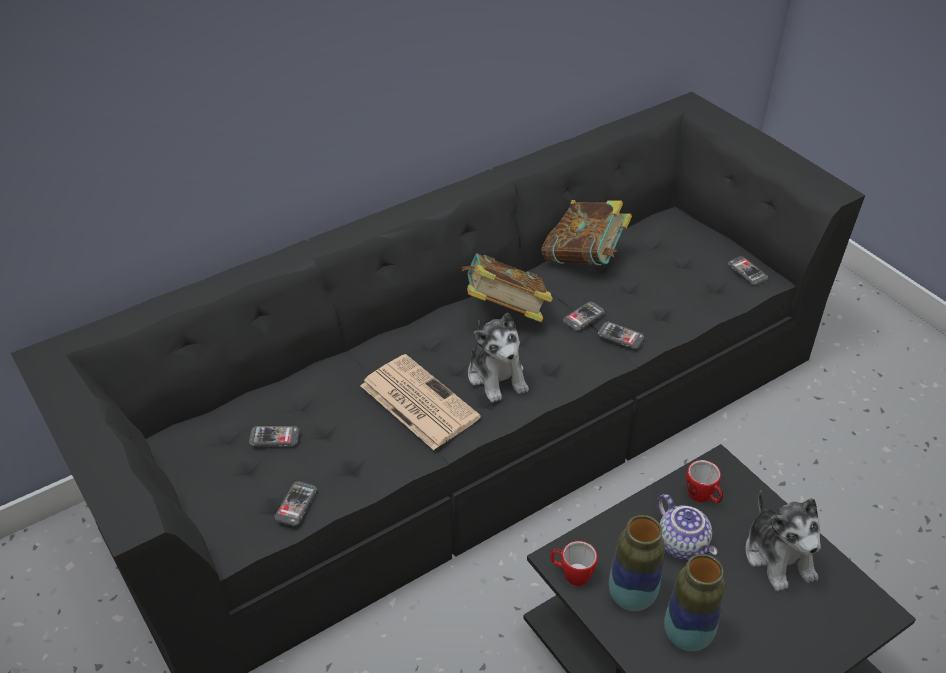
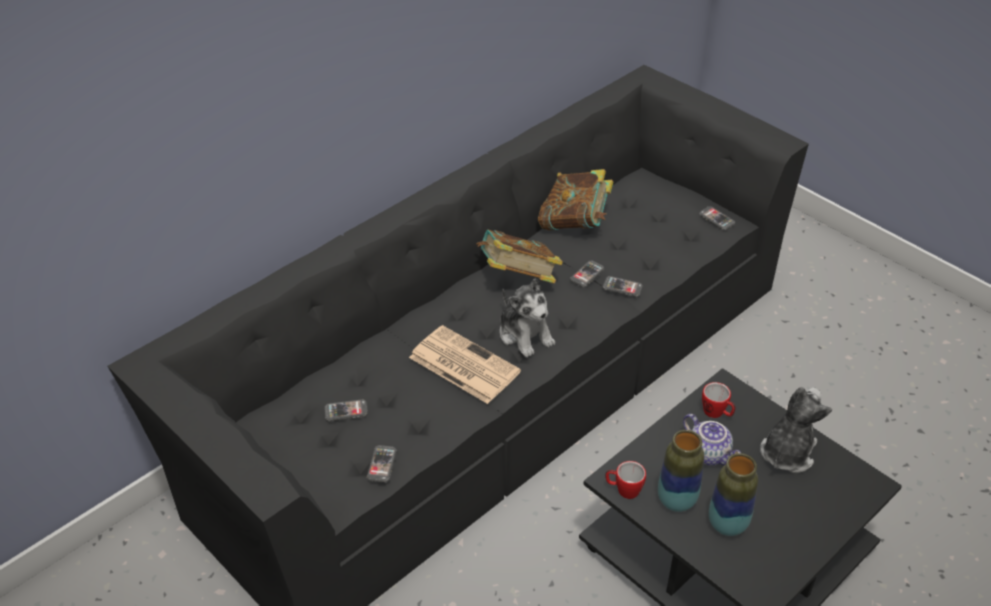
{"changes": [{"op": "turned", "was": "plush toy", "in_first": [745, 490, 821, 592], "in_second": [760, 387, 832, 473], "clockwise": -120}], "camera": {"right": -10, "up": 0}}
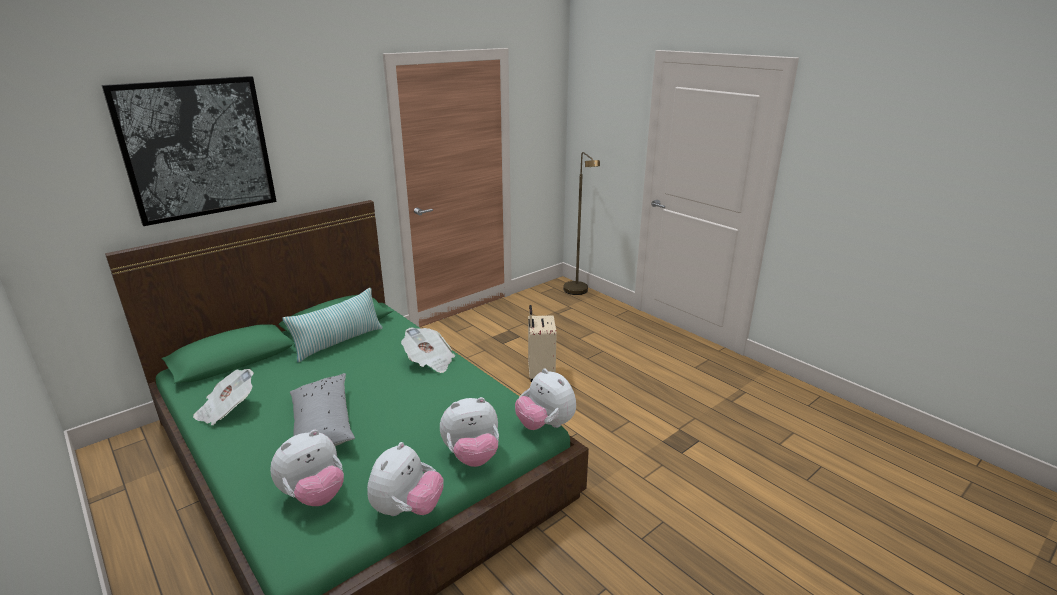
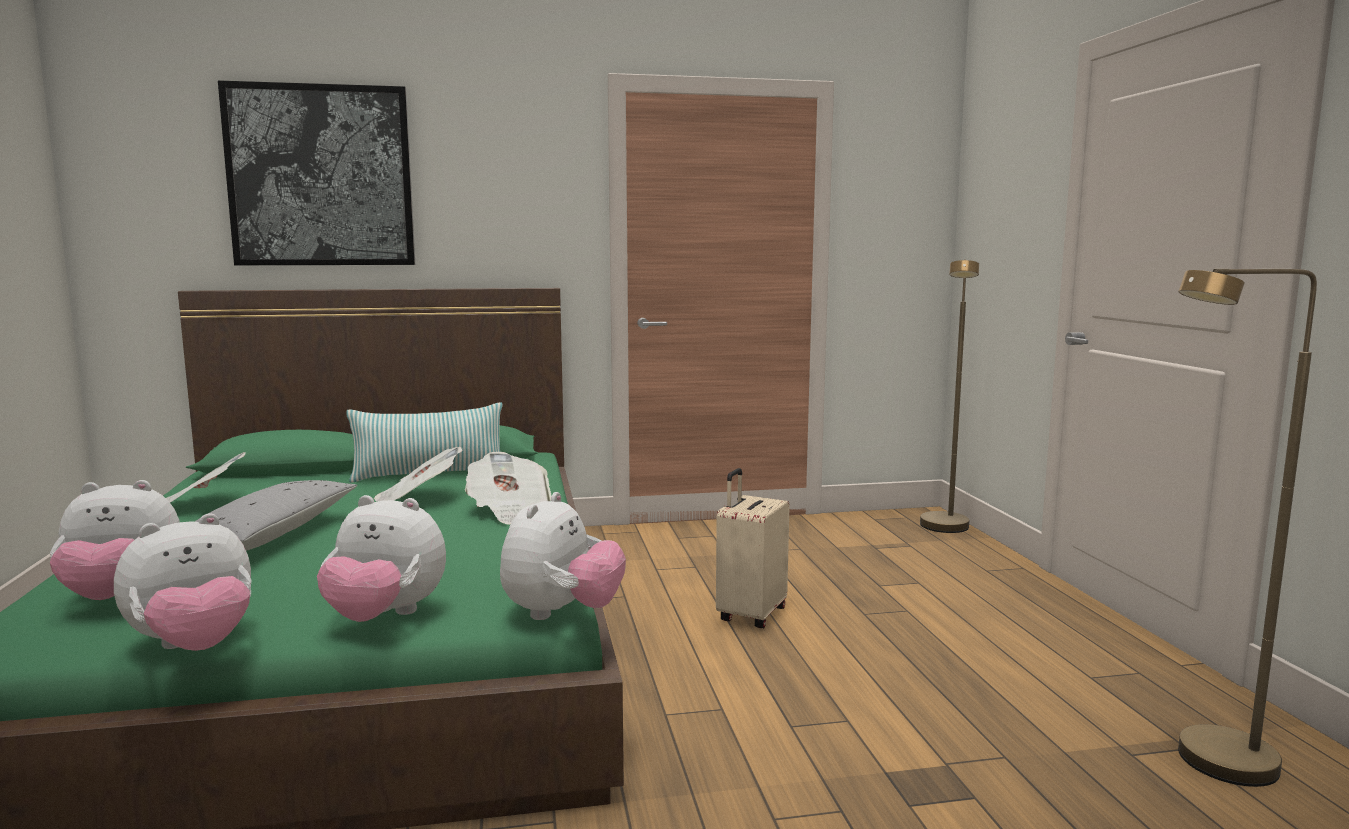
{"changes": [{"op": "added", "now": "newspaper", "in_second": [374, 447, 462, 502]}, {"op": "turned", "was": "plush toy", "in_first": [515, 368, 576, 430], "in_second": [500, 492, 626, 620], "clockwise": -150}, {"op": "added", "now": "brown floor lamp", "in_second": [1178, 269, 1317, 787]}], "camera": {"right": 30, "up": -15}}
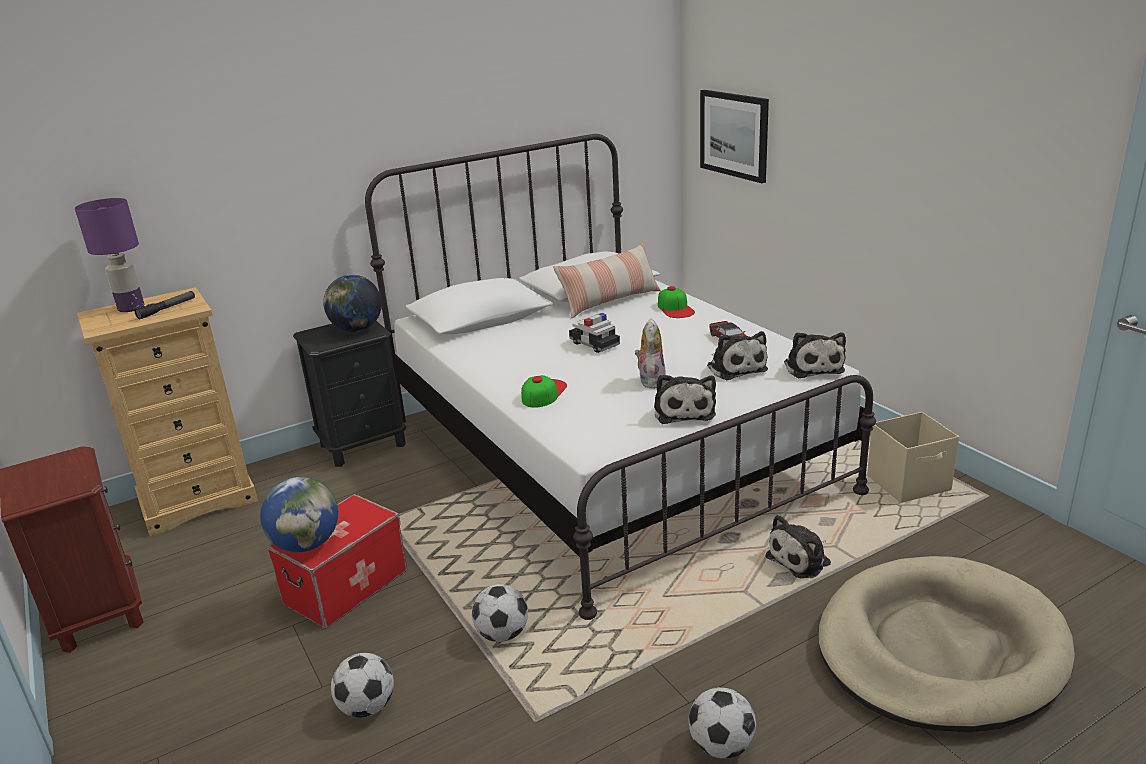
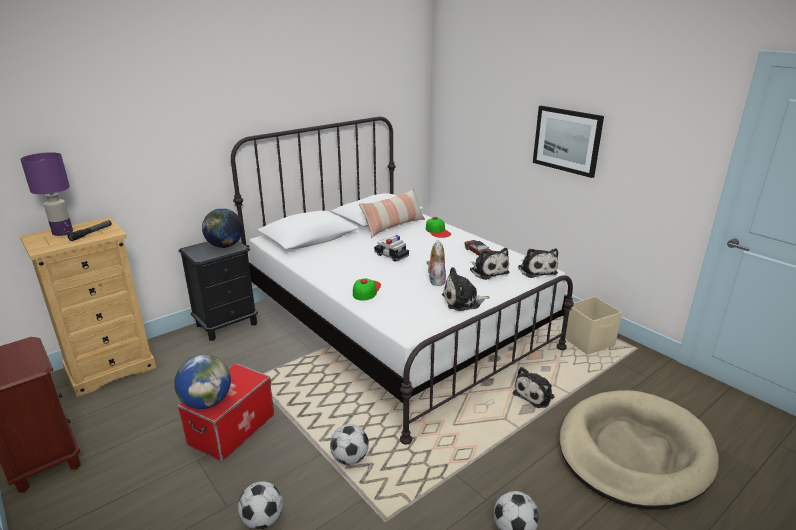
{"changes": [{"op": "turned", "was": "plush toy", "in_first": [654, 374, 716, 424], "in_second": [442, 267, 490, 311], "clockwise": 90}, {"op": "moved", "was": "picture", "in_first": [700, 90, 769, 183], "in_second": [533, 106, 604, 178]}], "camera": {"right": -10, "up": 0}}
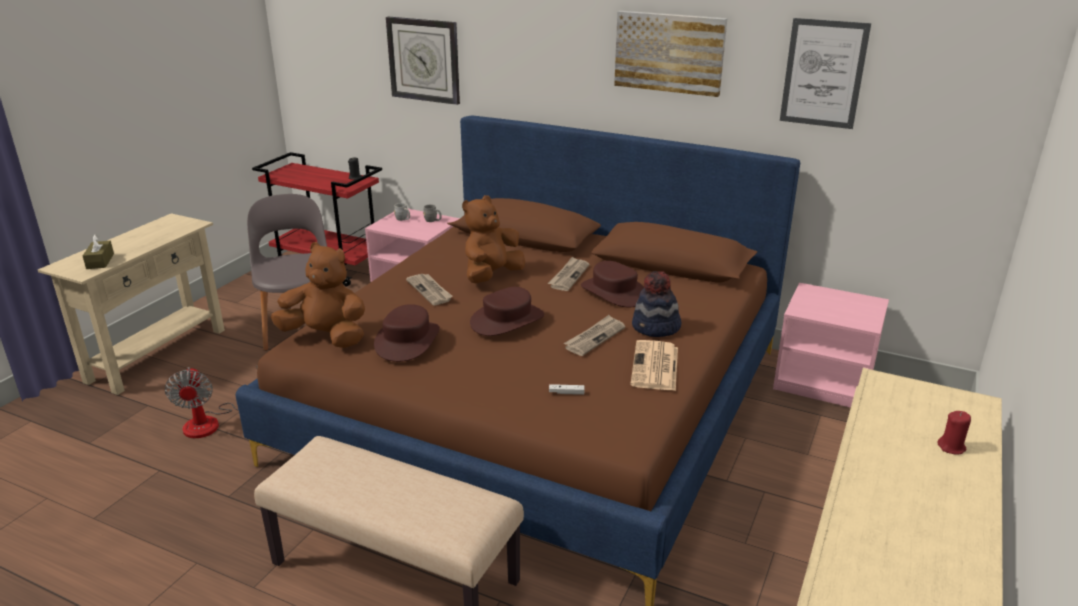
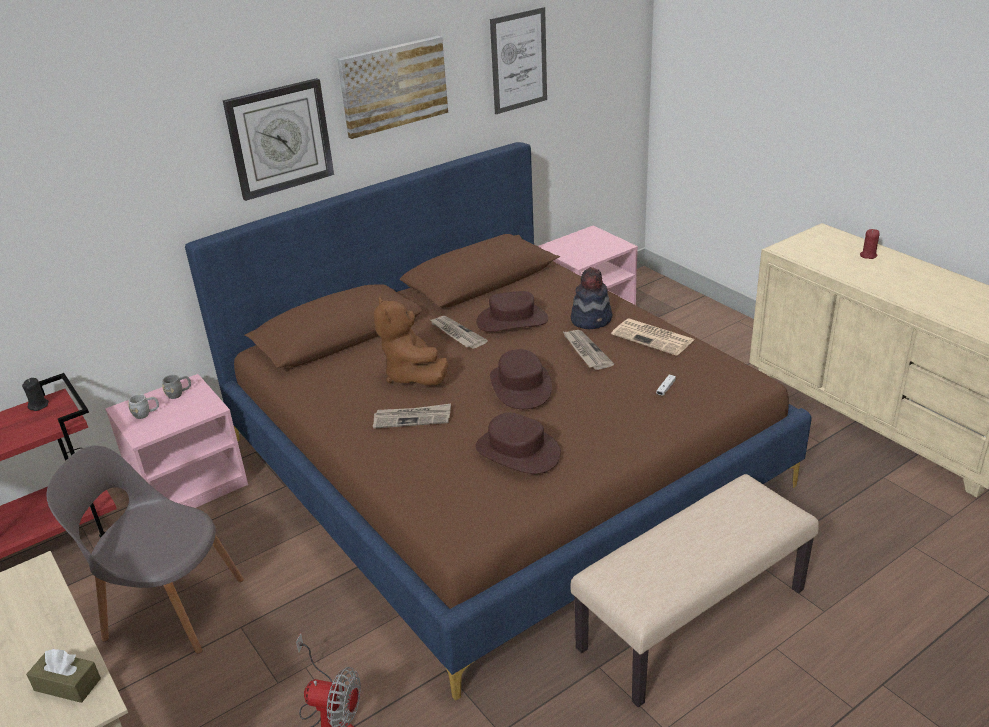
{"changes": [{"op": "moved", "was": "wall clock", "in_first": [386, 16, 460, 105], "in_second": [223, 78, 334, 201]}, {"op": "removed", "was": "brown plush toy", "in_first": [271, 242, 365, 348]}], "camera": {"right": -60, "up": 5}}
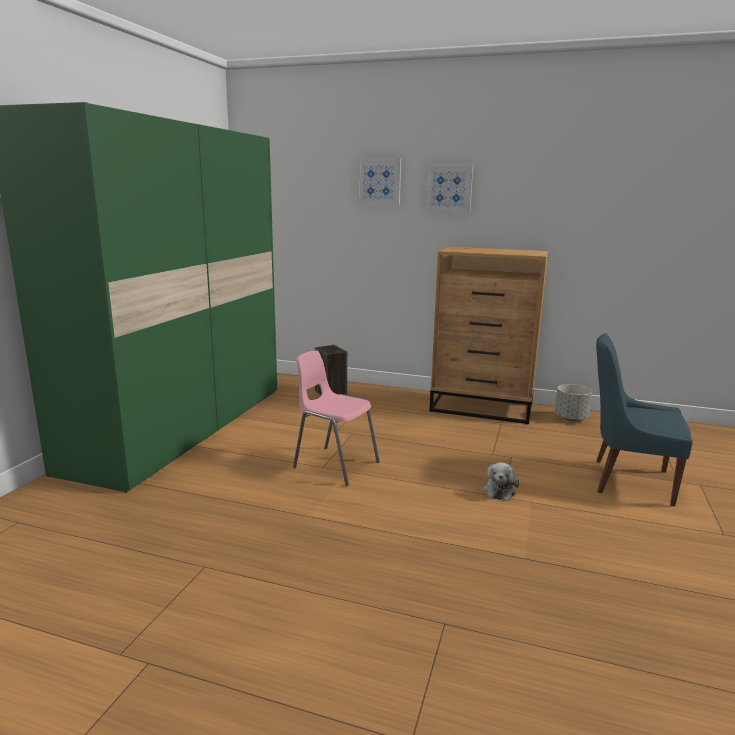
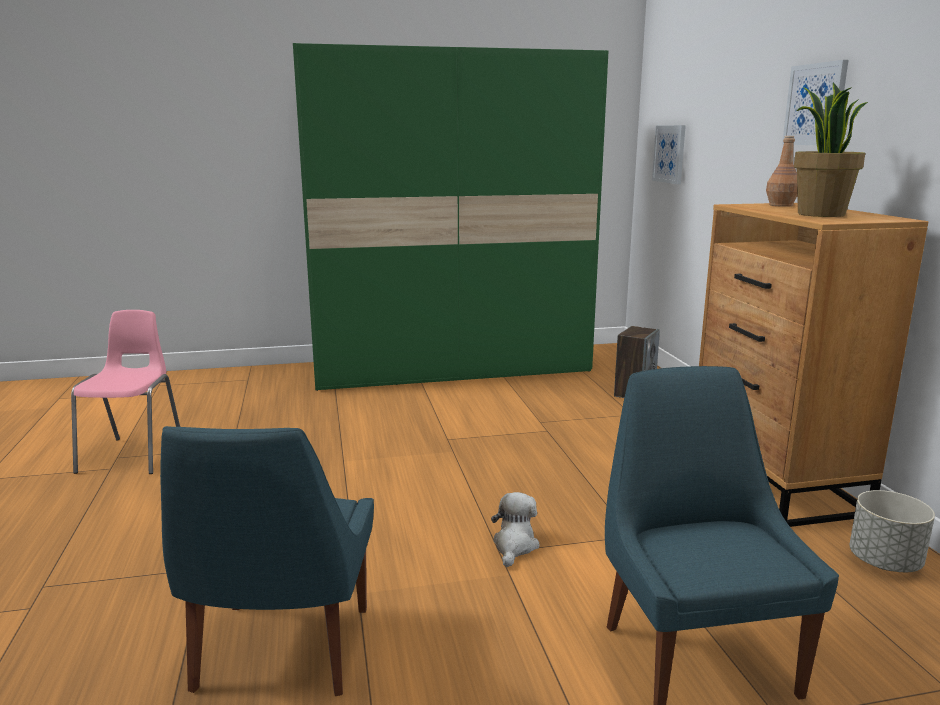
{"changes": [{"op": "moved", "was": "pink chair", "in_first": [293, 350, 380, 486], "in_second": [71, 310, 180, 474]}, {"op": "added", "now": "blue chair", "in_second": [160, 426, 374, 696]}, {"op": "turned", "was": "plush toy", "in_first": [483, 462, 520, 501], "in_second": [491, 492, 540, 567], "clockwise": 120}, {"op": "moved", "was": "picture", "in_first": [357, 159, 401, 206], "in_second": [652, 125, 686, 184]}, {"op": "added", "now": "brown bottle", "in_second": [766, 136, 797, 207]}, {"op": "added", "now": "potted plant", "in_second": [794, 82, 868, 217]}], "camera": {"right": 60, "up": 0}}
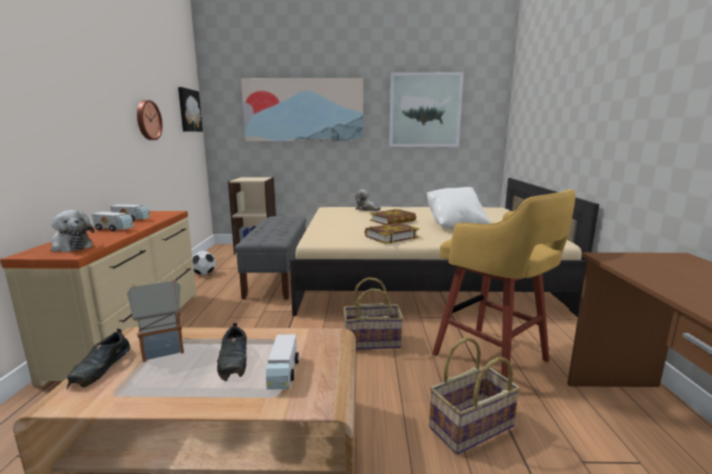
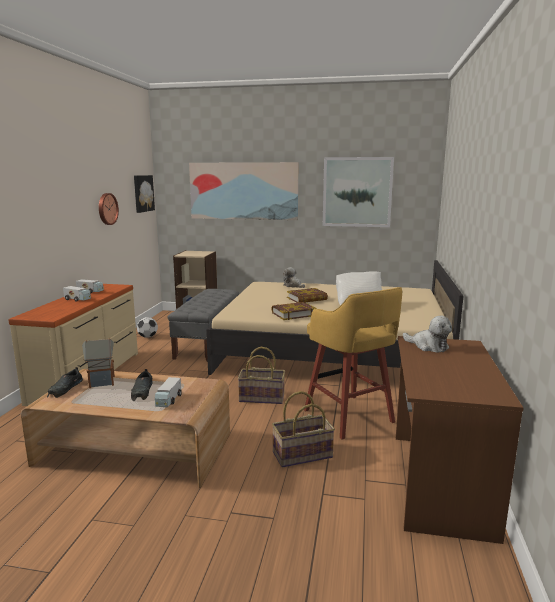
{"changes": [{"op": "moved", "was": "plush toy", "in_first": [51, 210, 94, 252], "in_second": [403, 316, 452, 353]}], "camera": {"right": 10, "up": 0}}
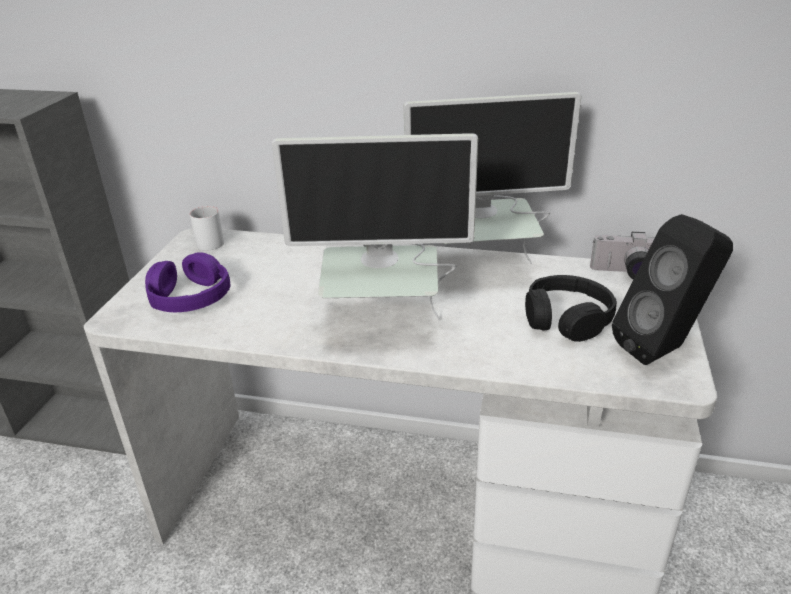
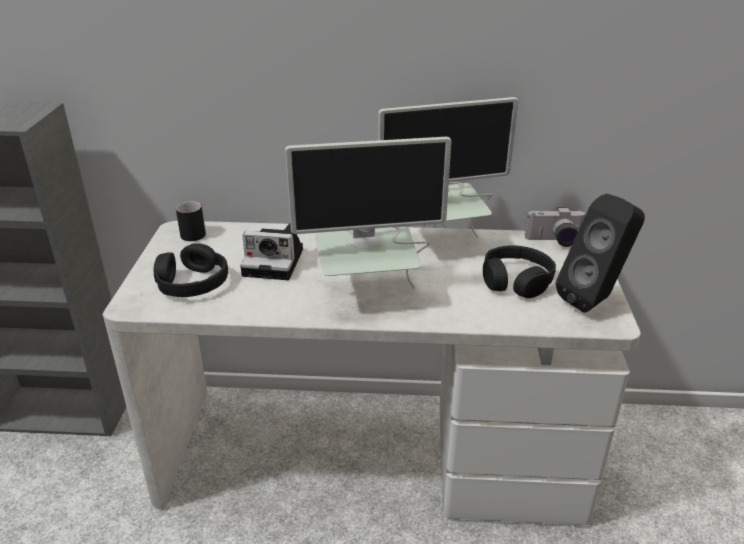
{"changes": [{"op": "recoloured", "was": "purple headphones", "now": "black headphones", "in_first": [145, 252, 231, 312], "in_second": [154, 243, 228, 297]}, {"op": "recoloured", "was": "white mug", "now": "black mug", "in_first": [190, 206, 224, 251], "in_second": [176, 201, 206, 241]}, {"op": "added", "now": "photo camera", "in_second": [240, 223, 303, 280]}], "camera": {"right": -10, "up": 0}}
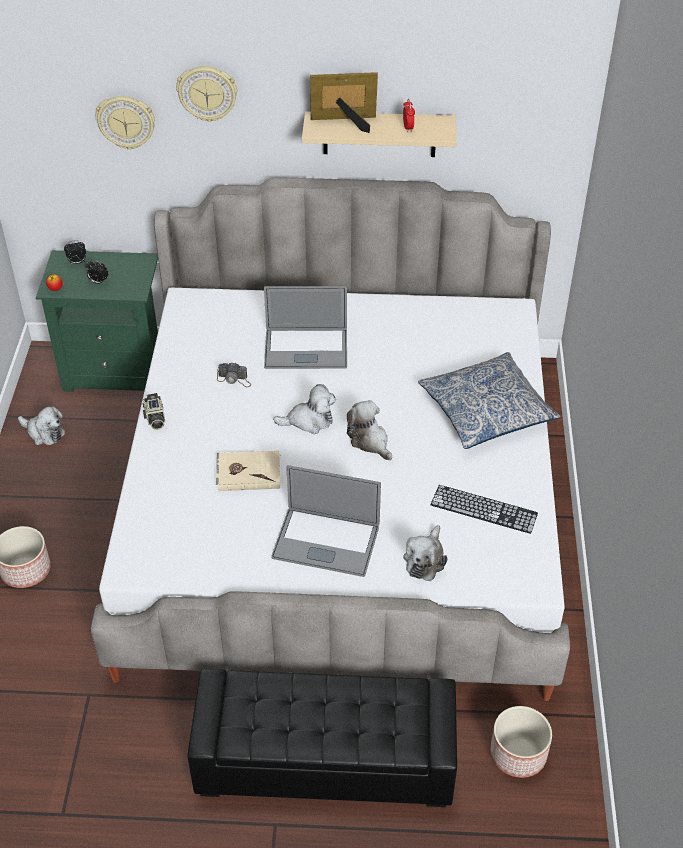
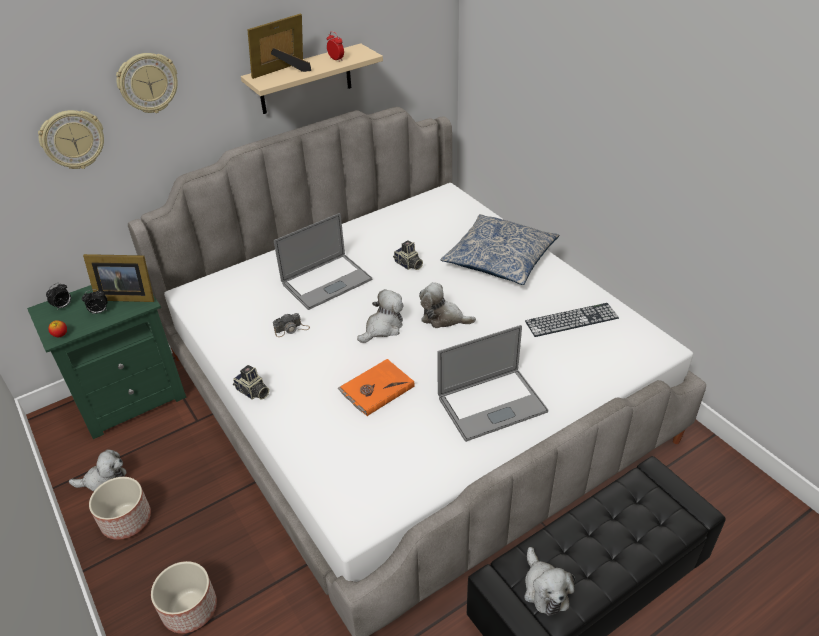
{"changes": [{"op": "added", "now": "picture frame", "in_second": [83, 254, 154, 302]}, {"op": "moved", "was": "planter", "in_first": [490, 706, 552, 778], "in_second": [89, 477, 151, 540]}, {"op": "recoloured", "was": "beige book", "now": "orange book", "in_first": [216, 451, 280, 491], "in_second": [338, 359, 415, 416]}, {"op": "added", "now": "photo camera", "in_second": [393, 240, 423, 270]}, {"op": "moved", "was": "plush toy", "in_first": [403, 525, 448, 581], "in_second": [524, 547, 575, 616]}], "camera": {"right": -35, "up": -5}}
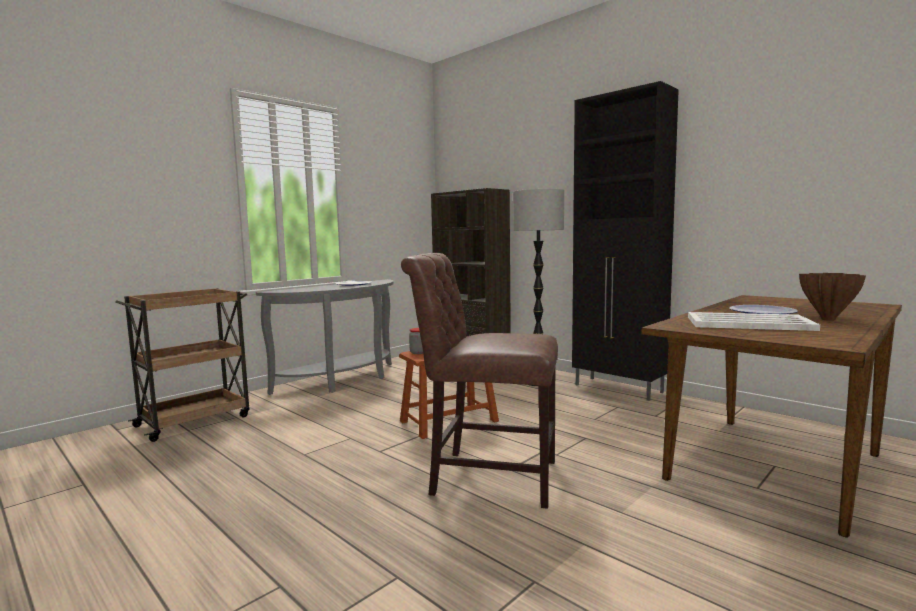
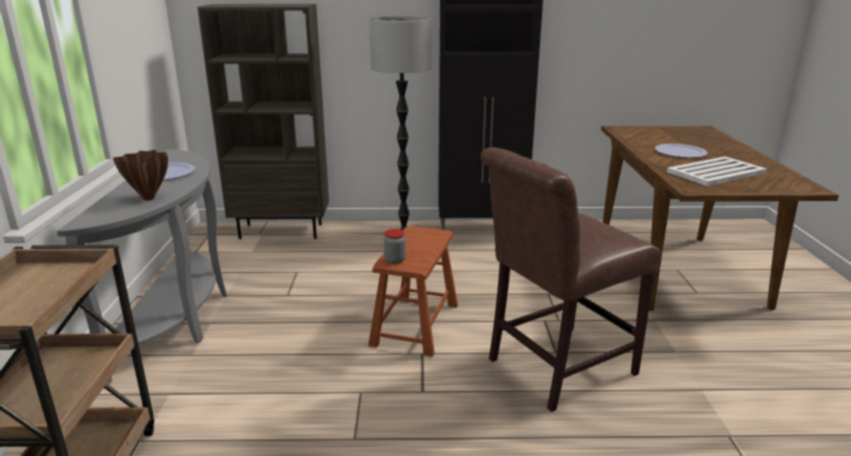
{"changes": [{"op": "moved", "was": "brown vase", "in_first": [799, 273, 866, 321], "in_second": [113, 150, 168, 201]}], "camera": {"right": -45, "up": 15}}
